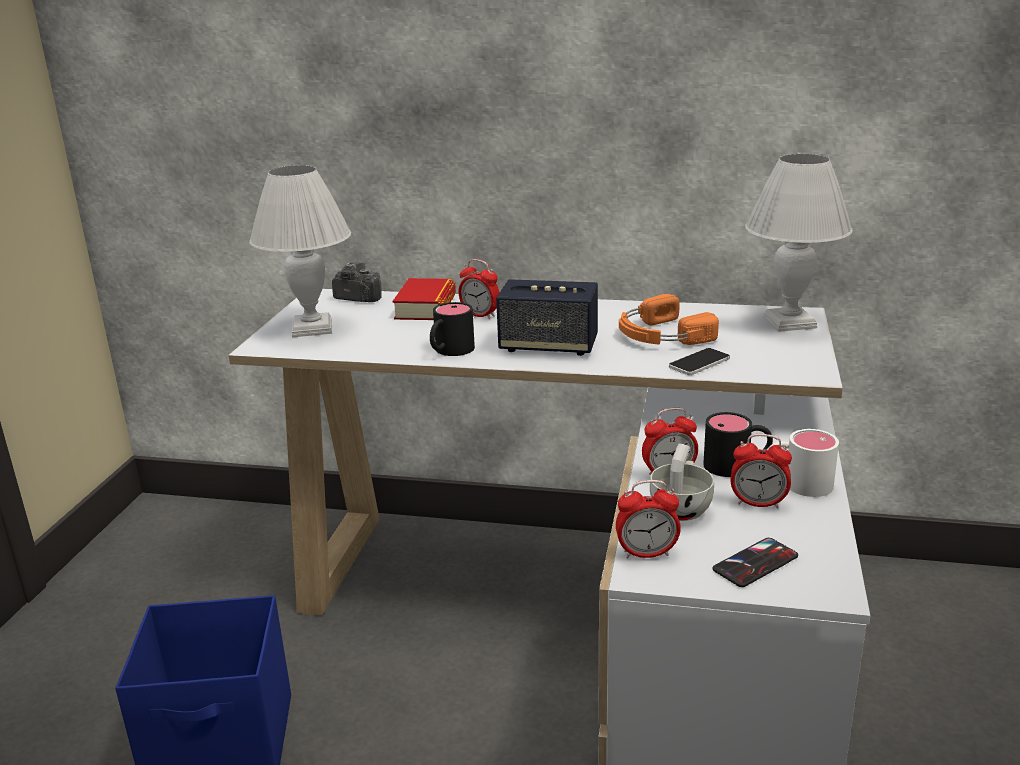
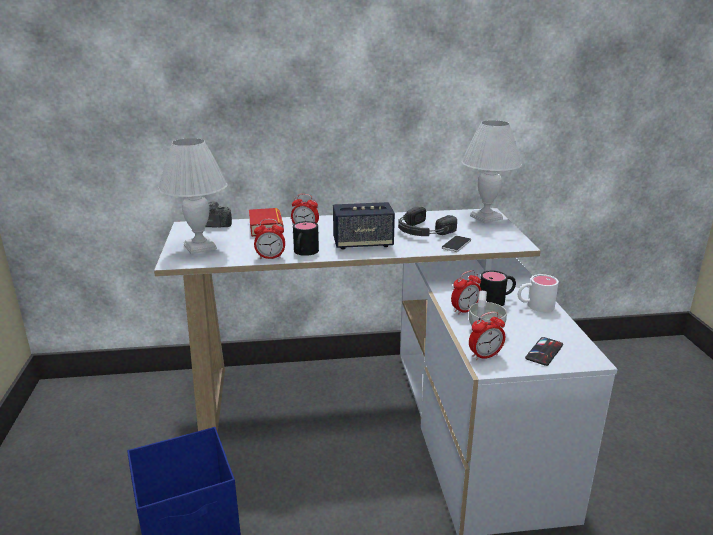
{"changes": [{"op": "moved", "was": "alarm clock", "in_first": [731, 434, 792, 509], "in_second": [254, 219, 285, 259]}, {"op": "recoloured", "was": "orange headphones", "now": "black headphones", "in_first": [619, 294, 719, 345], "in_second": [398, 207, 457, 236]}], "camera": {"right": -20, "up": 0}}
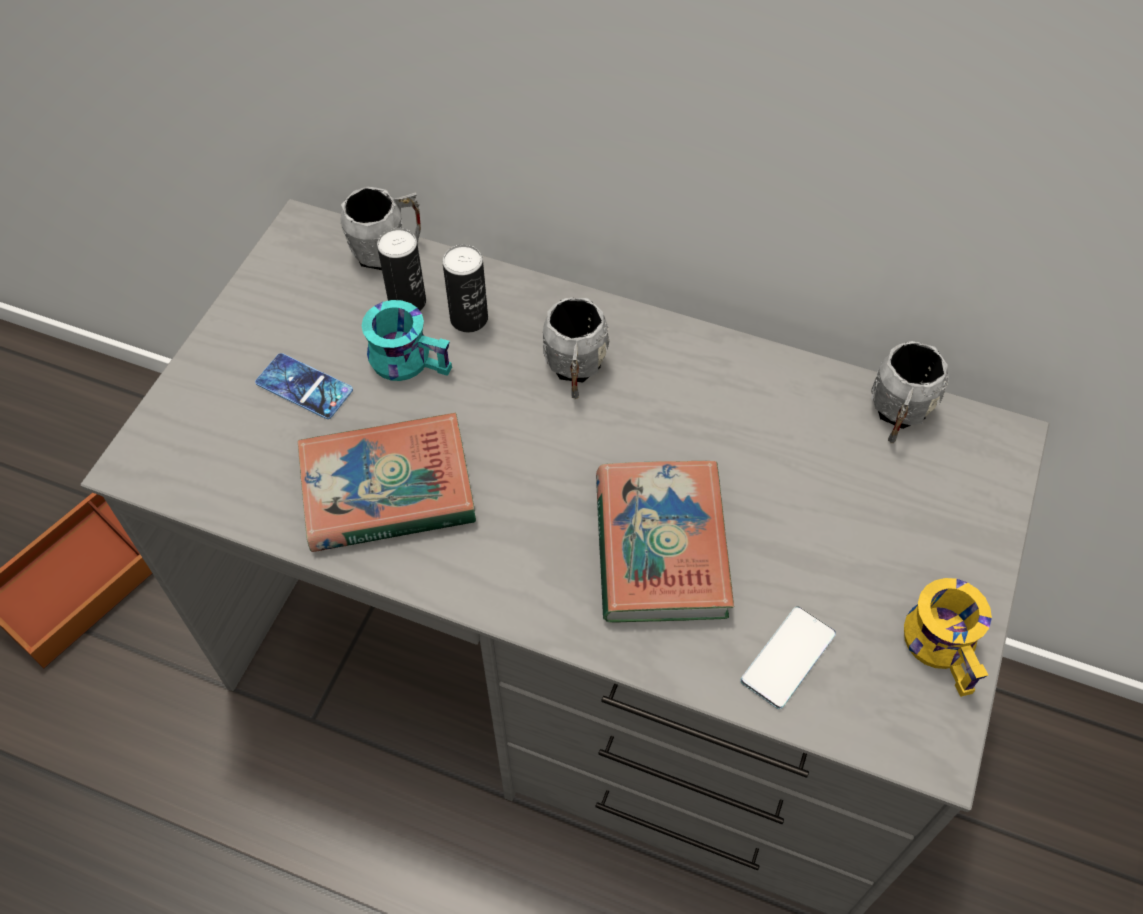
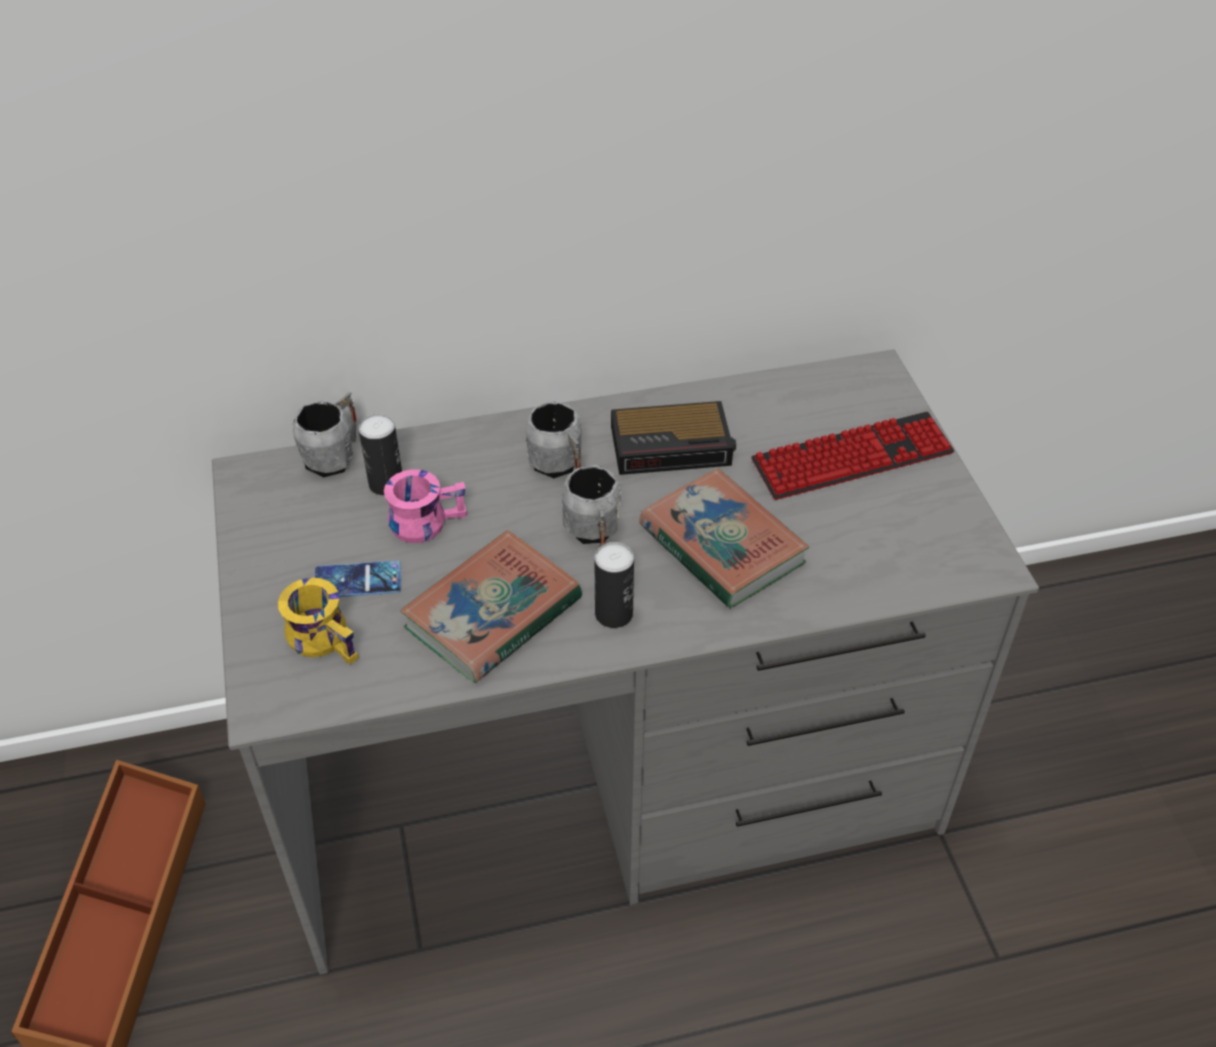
{"changes": [{"op": "moved", "was": "yellow mug", "in_first": [904, 578, 992, 697], "in_second": [278, 578, 359, 665]}, {"op": "recoloured", "was": "turquoise mug", "now": "pink mug", "in_first": [362, 300, 452, 381], "in_second": [384, 469, 467, 543]}, {"op": "moved", "was": "grey mug", "in_first": [871, 341, 949, 443], "in_second": [562, 465, 622, 548]}, {"op": "moved", "was": "can", "in_first": [442, 244, 488, 332], "in_second": [594, 542, 634, 628]}, {"op": "added", "now": "alarm clock", "in_second": [611, 401, 736, 475]}, {"op": "added", "now": "keyboard", "in_second": [751, 412, 955, 500]}, {"op": "removed", "was": "phone", "in_first": [740, 606, 836, 709]}], "camera": {"right": -35, "up": -10}}
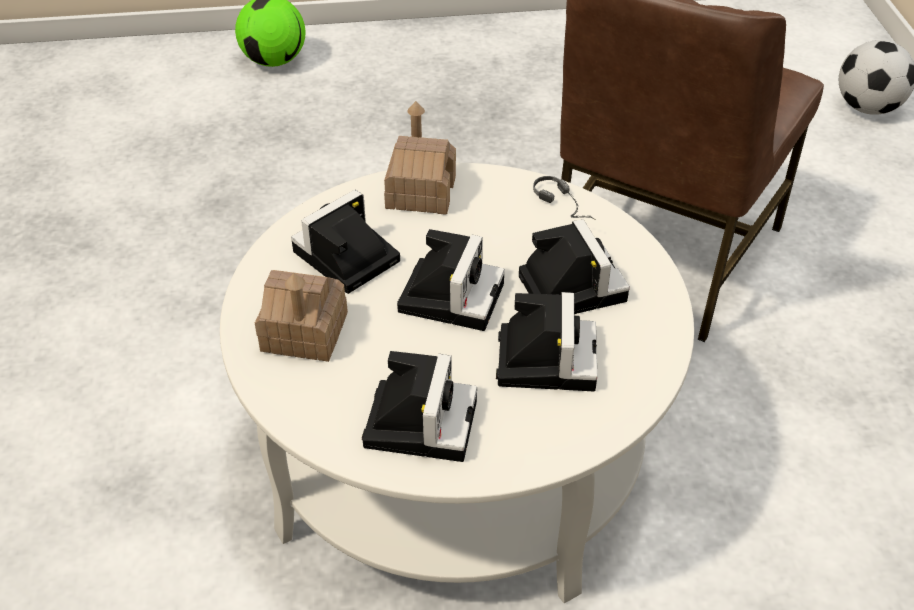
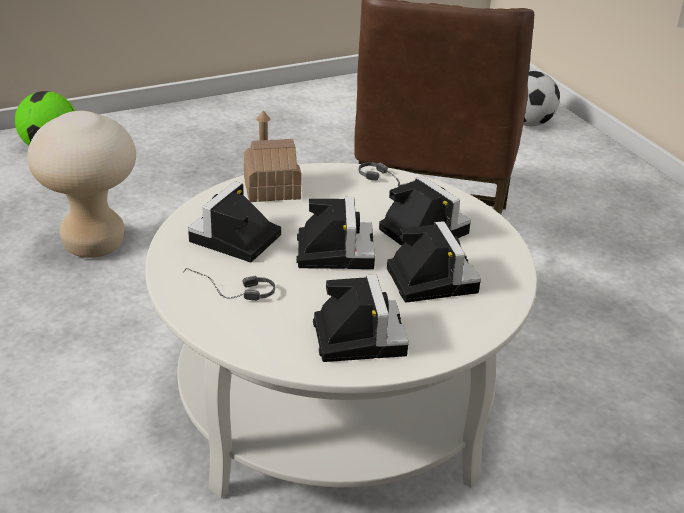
{"changes": [{"op": "added", "now": "beige stool", "in_second": [27, 111, 136, 258]}, {"op": "replaced", "was": "toy house", "now": "headphones", "in_first": [255, 270, 348, 362], "in_second": [183, 268, 275, 301]}], "camera": {"right": -20, "up": -10}}
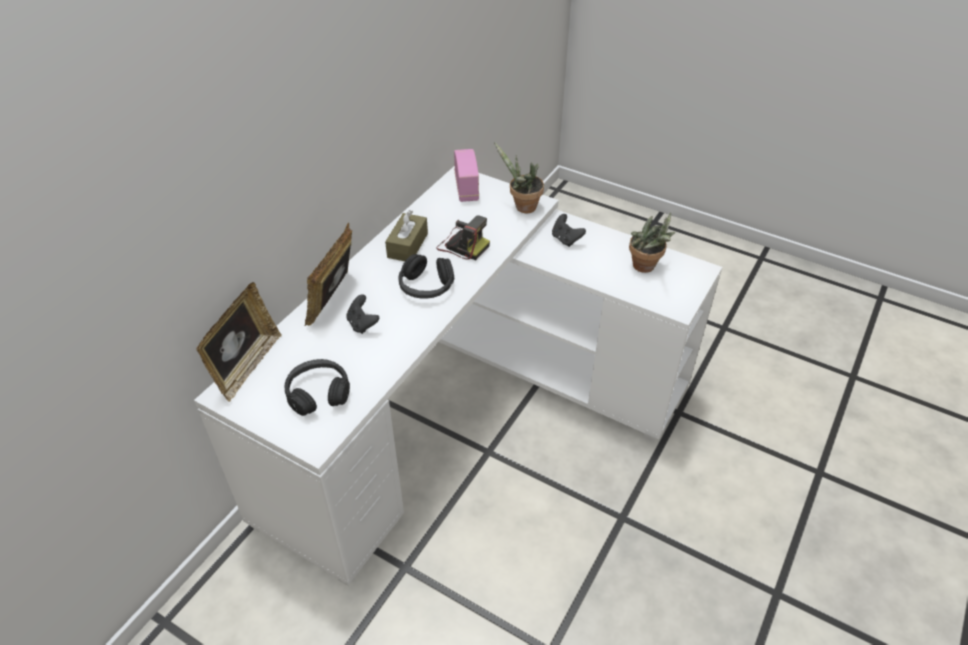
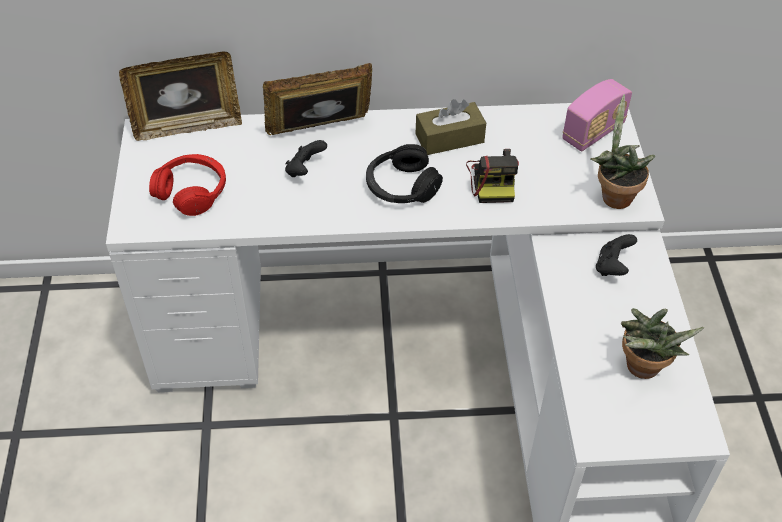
{"changes": [{"op": "recoloured", "was": "black headphones", "now": "red headphones", "in_first": [285, 359, 350, 416], "in_second": [149, 154, 226, 216]}], "camera": {"right": 55, "up": 5}}
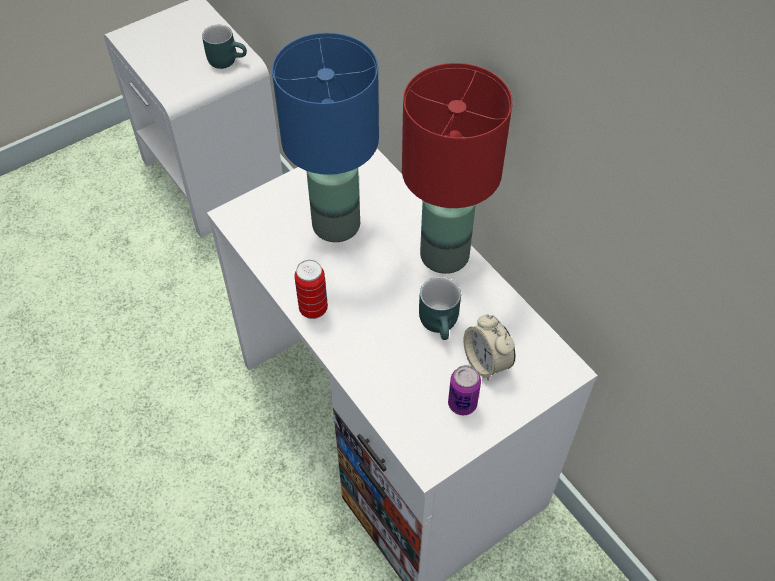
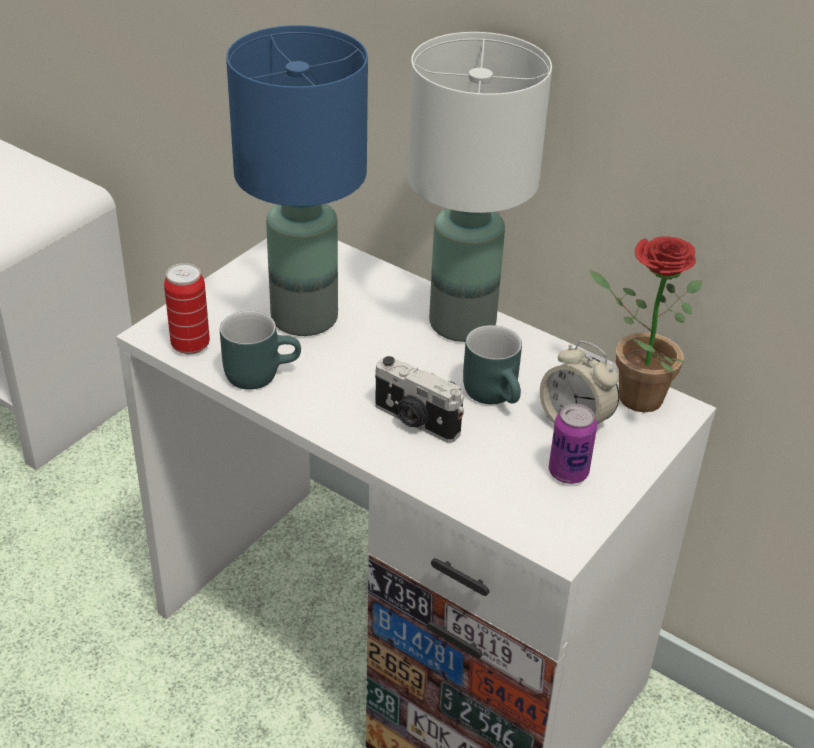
{"changes": [{"op": "moved", "was": "can", "in_first": [294, 260, 328, 319], "in_second": [164, 263, 210, 354]}, {"op": "moved", "was": "turquoise mug", "in_first": [202, 25, 247, 69], "in_second": [220, 311, 301, 390]}, {"op": "added", "now": "photo camera", "in_second": [375, 356, 464, 443]}, {"op": "recoloured", "was": "red table lamp", "now": "white table lamp", "in_first": [402, 63, 513, 274], "in_second": [407, 32, 552, 342]}, {"op": "added", "now": "potted plant", "in_second": [590, 236, 702, 413]}], "camera": {"right": -20, "up": -15}}
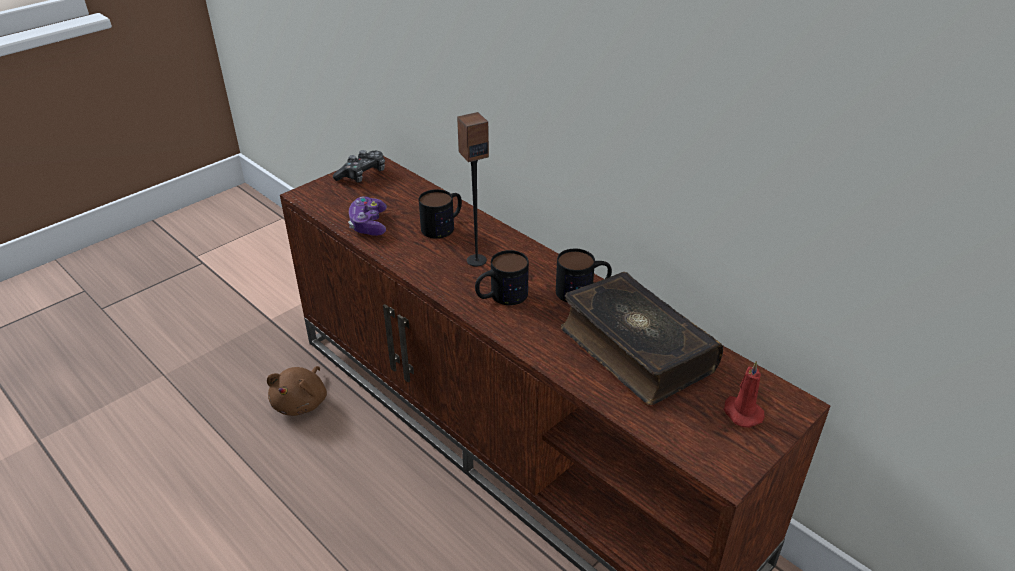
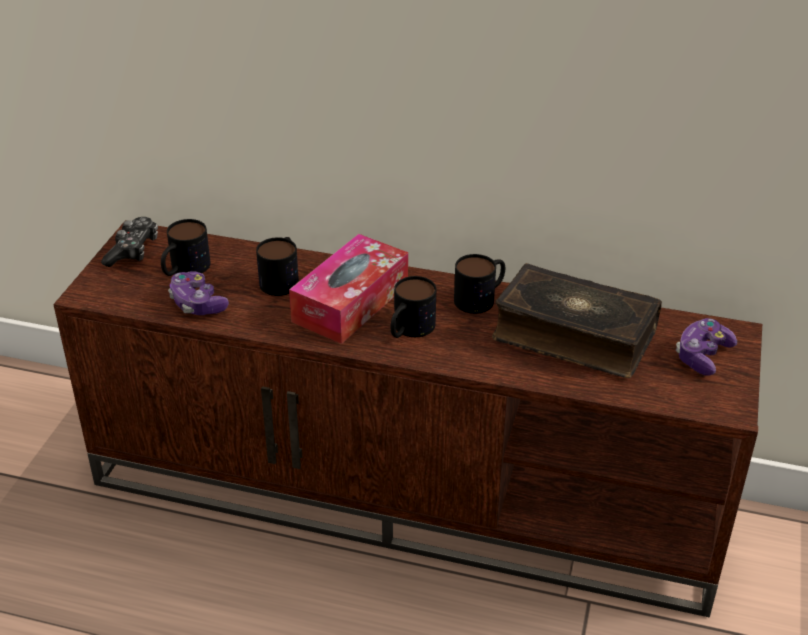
{"changes": [{"op": "added", "now": "mug", "in_second": [161, 219, 211, 276]}, {"op": "replaced", "was": "speaker", "now": "tissue box", "in_first": [457, 112, 489, 267], "in_second": [289, 234, 408, 344]}, {"op": "replaced", "was": "red candle", "now": "game controller", "in_first": [724, 361, 765, 428], "in_second": [676, 318, 737, 376]}, {"op": "removed", "was": "brown plush toy", "in_first": [267, 366, 327, 416]}], "camera": {"right": -30, "up": 0}}
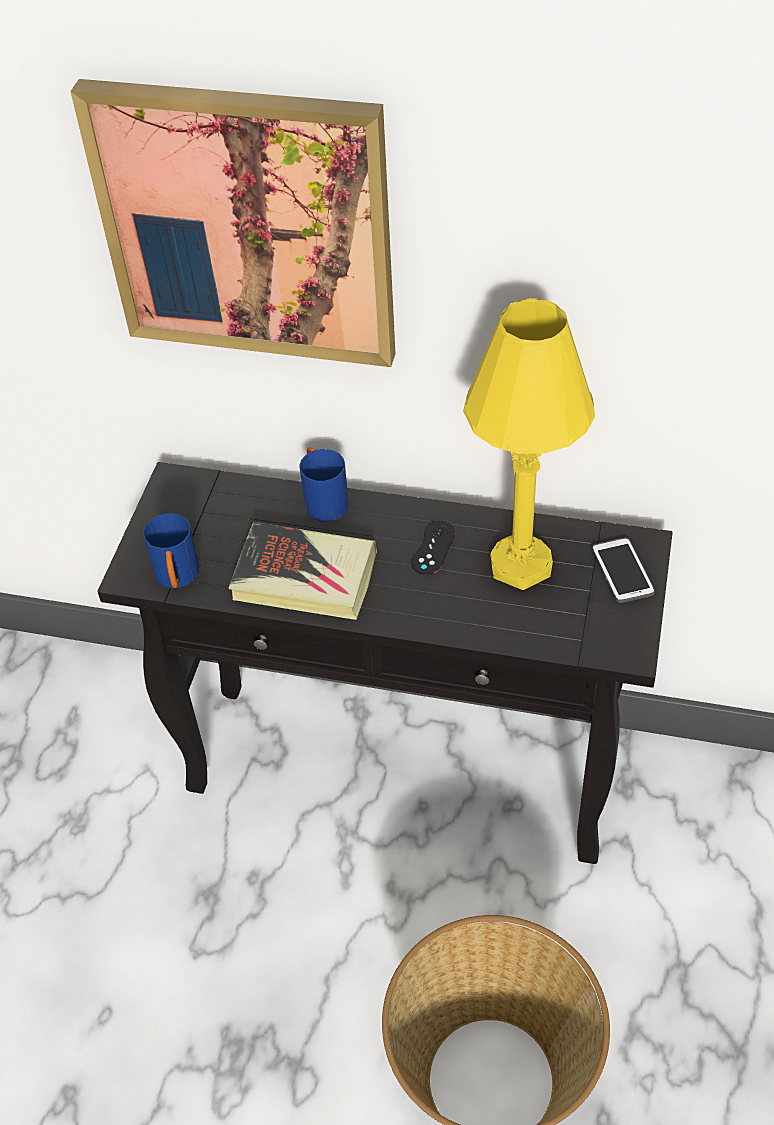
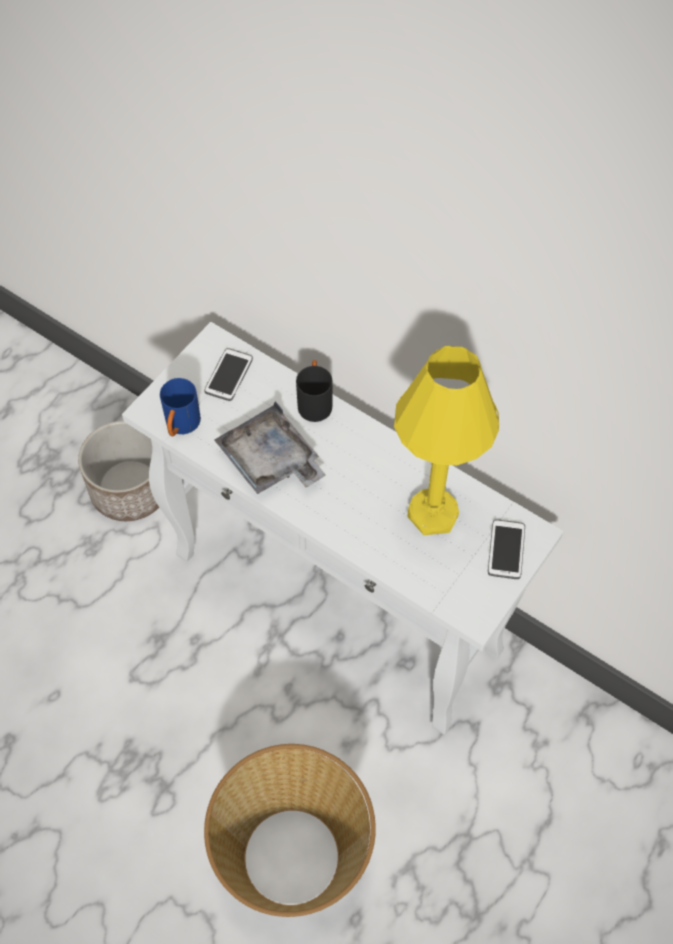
{"changes": [{"op": "added", "now": "planter", "in_second": [78, 421, 159, 521]}, {"op": "recoloured", "was": "black console table", "now": "white console table", "in_first": [97, 462, 673, 864], "in_second": [122, 322, 563, 735]}, {"op": "added", "now": "phone", "in_second": [204, 348, 253, 401]}, {"op": "replaced", "was": "book", "now": "grey tray", "in_first": [229, 522, 377, 620], "in_second": [214, 401, 326, 494]}, {"op": "recoloured", "was": "blue mug", "now": "black mug", "in_first": [300, 447, 348, 522], "in_second": [296, 360, 333, 422]}, {"op": "removed", "was": "picture", "in_first": [70, 79, 395, 367]}, {"op": "removed", "was": "black game controller", "in_first": [411, 521, 455, 575]}], "camera": {"right": 20, "up": 10}}
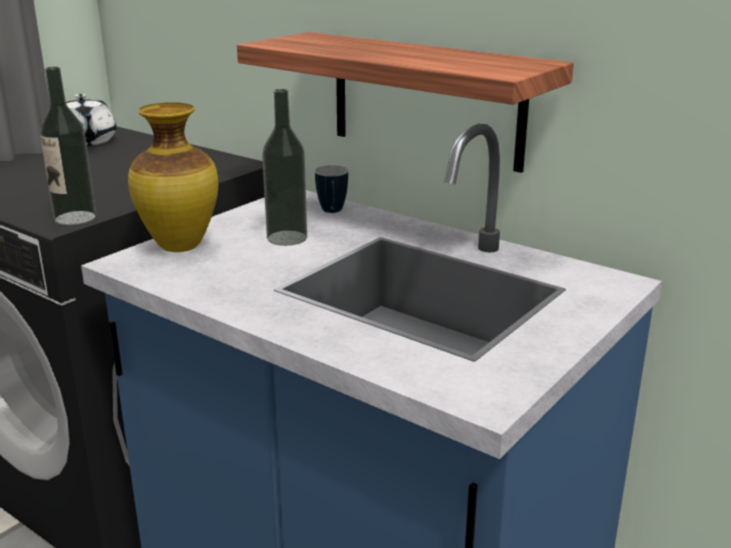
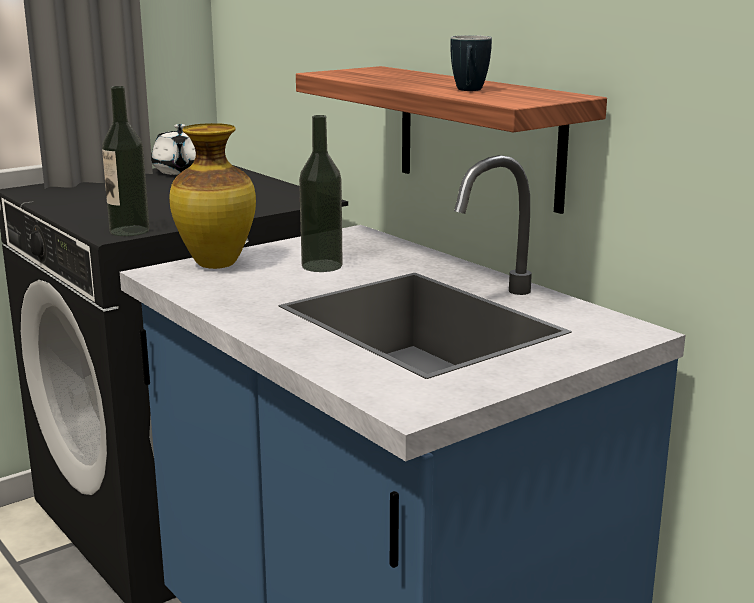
{"changes": [{"op": "moved", "was": "mug", "in_first": [315, 166, 348, 213], "in_second": [450, 35, 492, 91]}], "camera": {"right": 15, "up": -5}}
